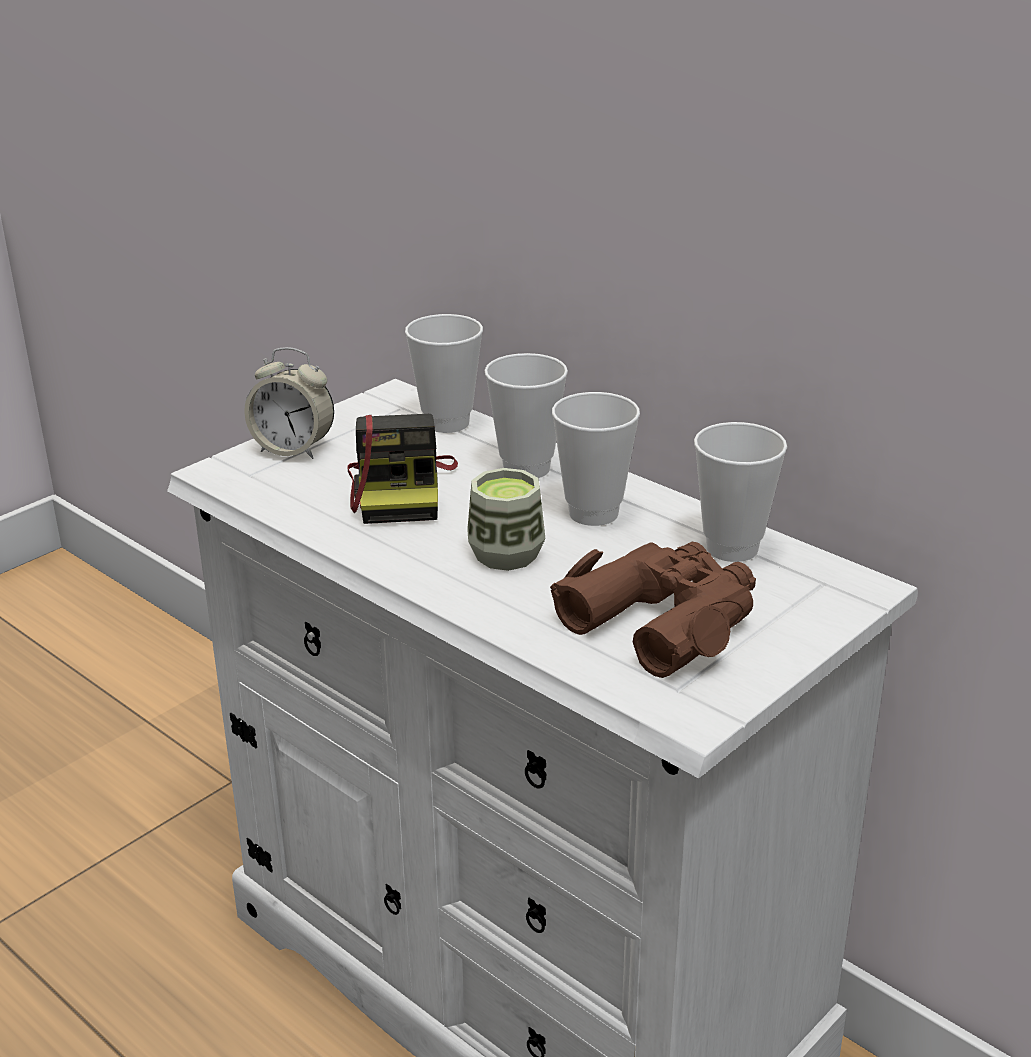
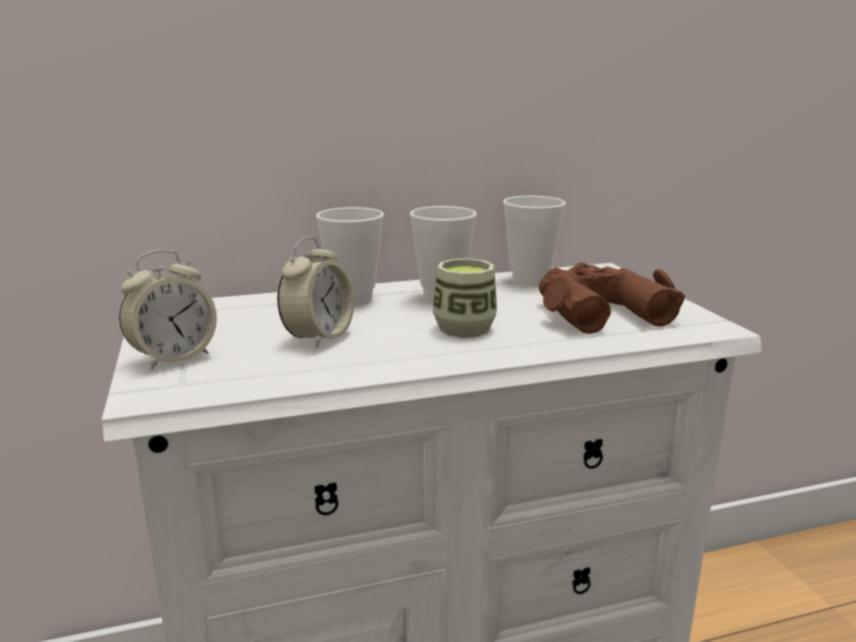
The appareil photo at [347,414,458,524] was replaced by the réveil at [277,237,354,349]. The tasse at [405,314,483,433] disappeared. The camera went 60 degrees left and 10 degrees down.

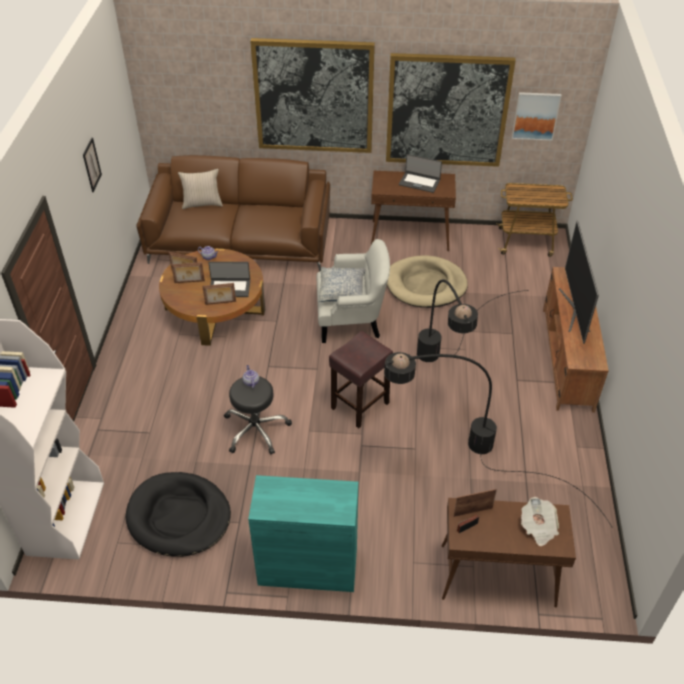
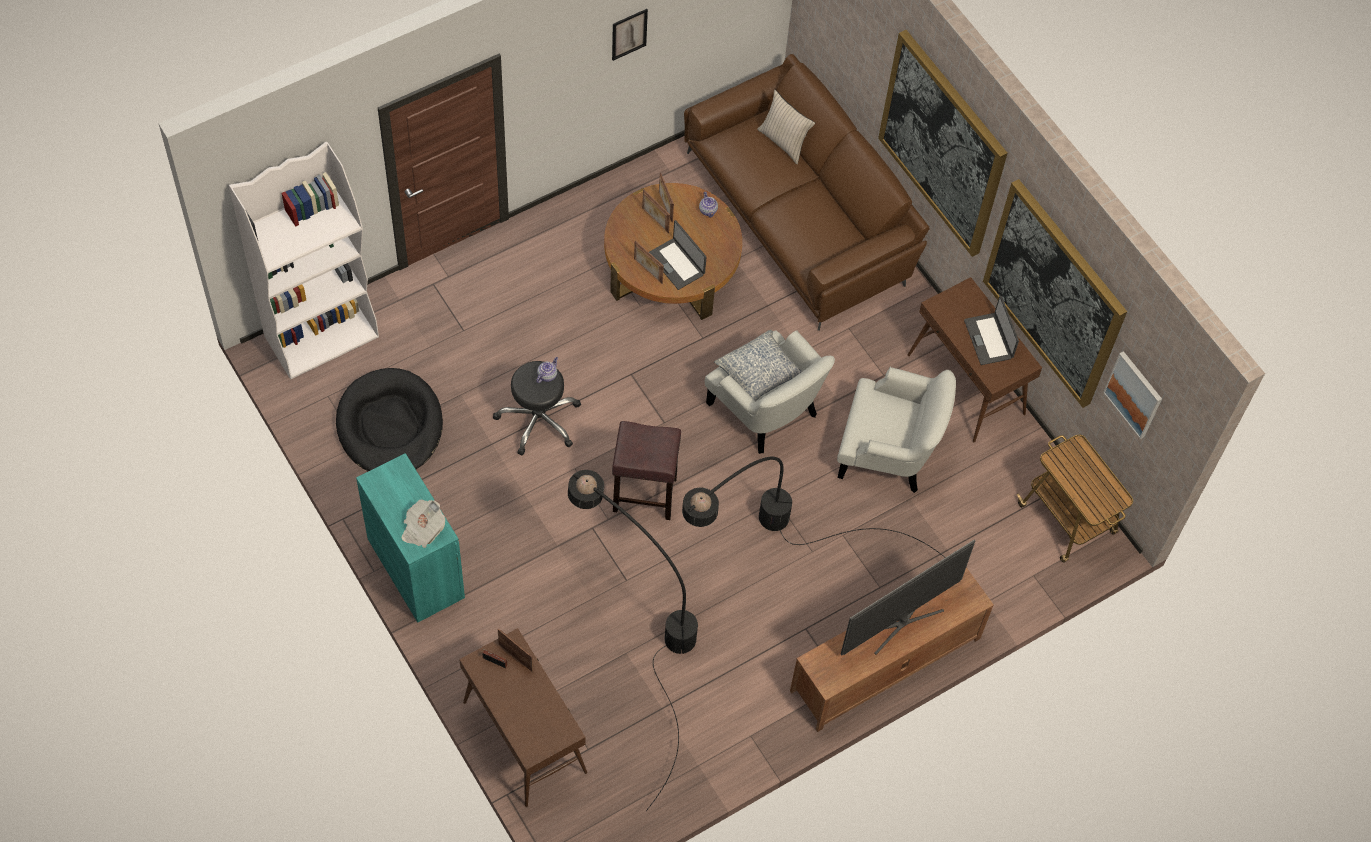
The panier pour chien/beige at [387,255,468,308] was replaced by the fauteuil/blanc at [837,366,956,493]. The journal moved from [521,497,559,546] to [402,499,445,548]. The camera went 50 degrees right and 15 degrees up.

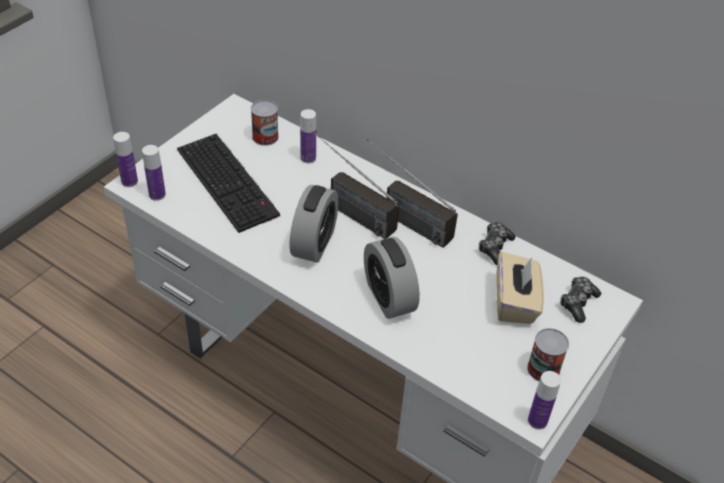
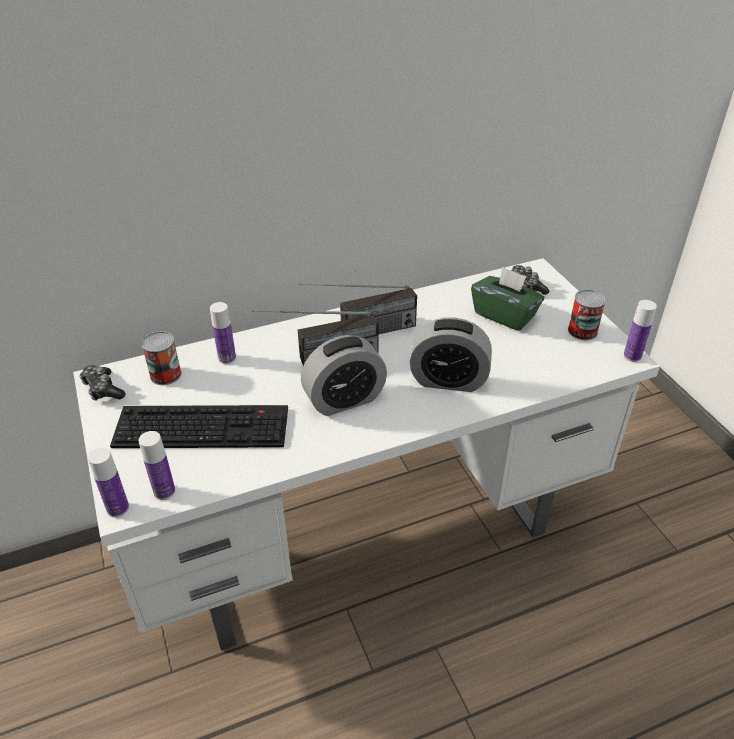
The réveil at [289,185,339,263] turned 105 degrees clockwise. The manette moved from [479,222,515,265] to [79,365,126,401]. The boîte à mouchoirs/beige at [496,252,544,324] became the boîte à mouchoirs/vert at [471,266,544,331]. The camera went 55 degrees left and 5 degrees down.

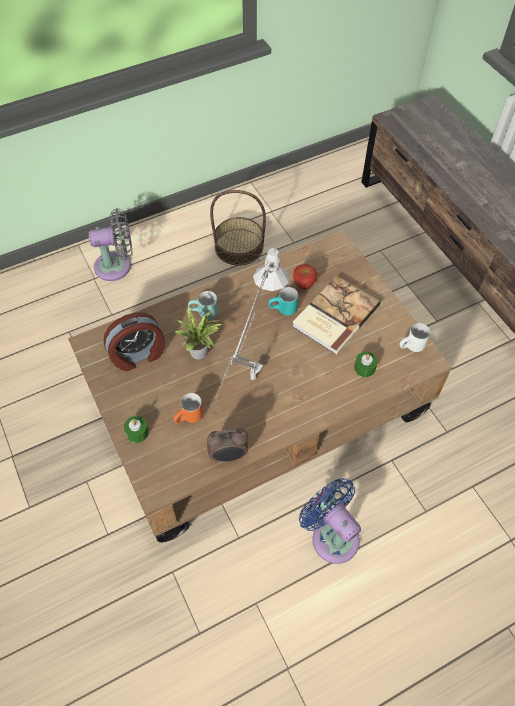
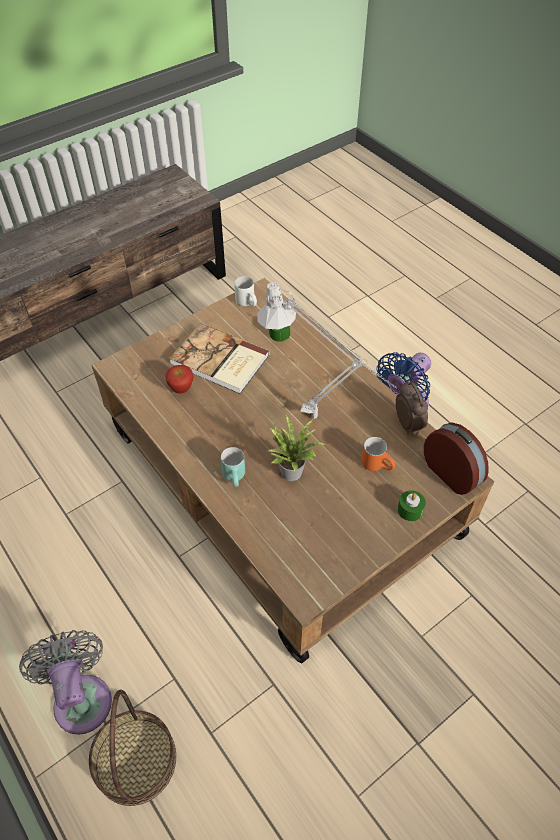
The réveil moved from [104,312,165,371] to [424,422,489,495]. The panier moved from [210,190,266,266] to [89,690,176,806]. The mug/turquoise at [268,287,298,316] disappeared. The camera went 100 degrees left and 5 degrees down.

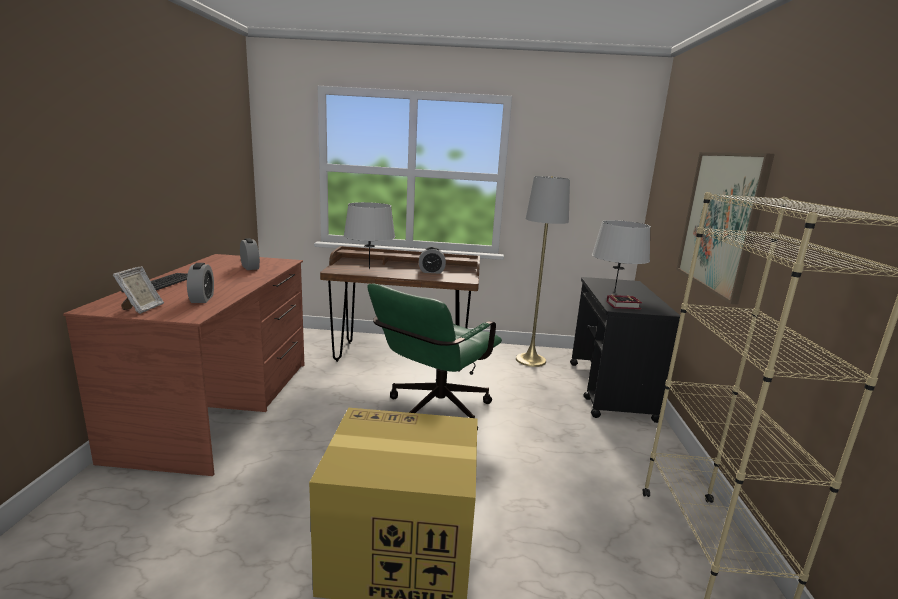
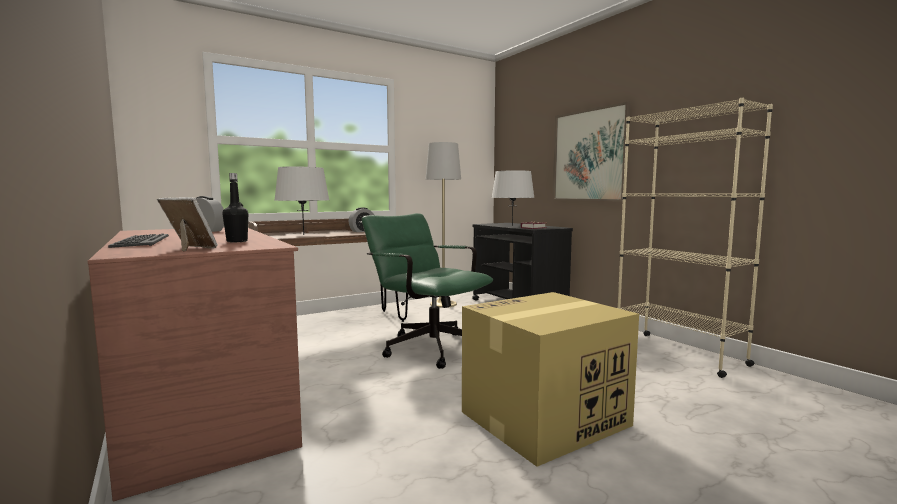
The cadre photo at [113,267,164,314] turned 45 degrees counterclockwise. The réveil at [187,263,214,303] was replaced by the bouteille/noir at [222,173,248,242]. The chaise de bureau/vert at [367,284,502,430] turned 135 degrees clockwise. The camera went 35 degrees left and 10 degrees down.

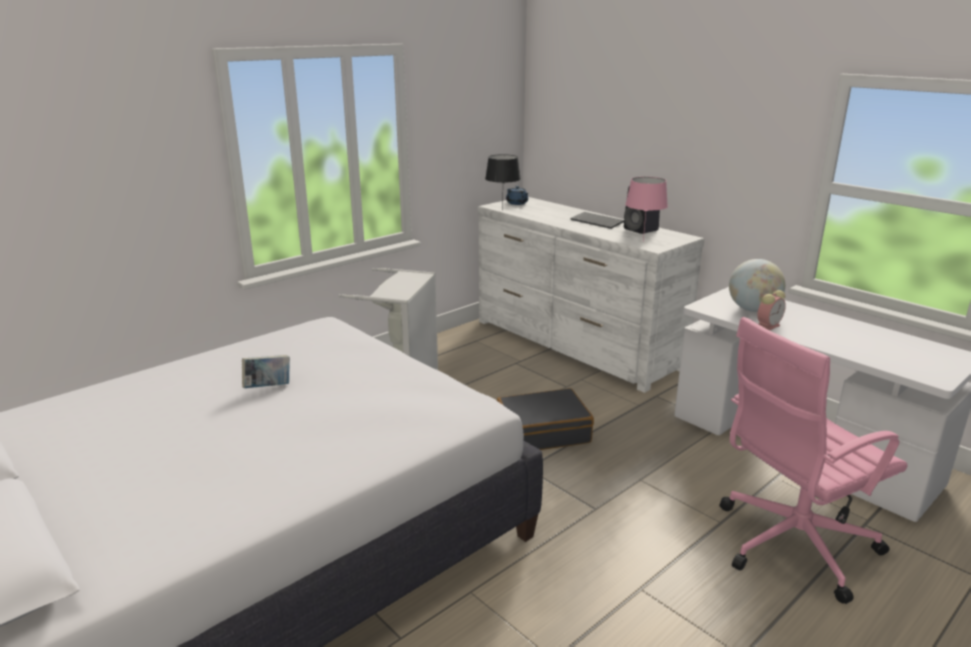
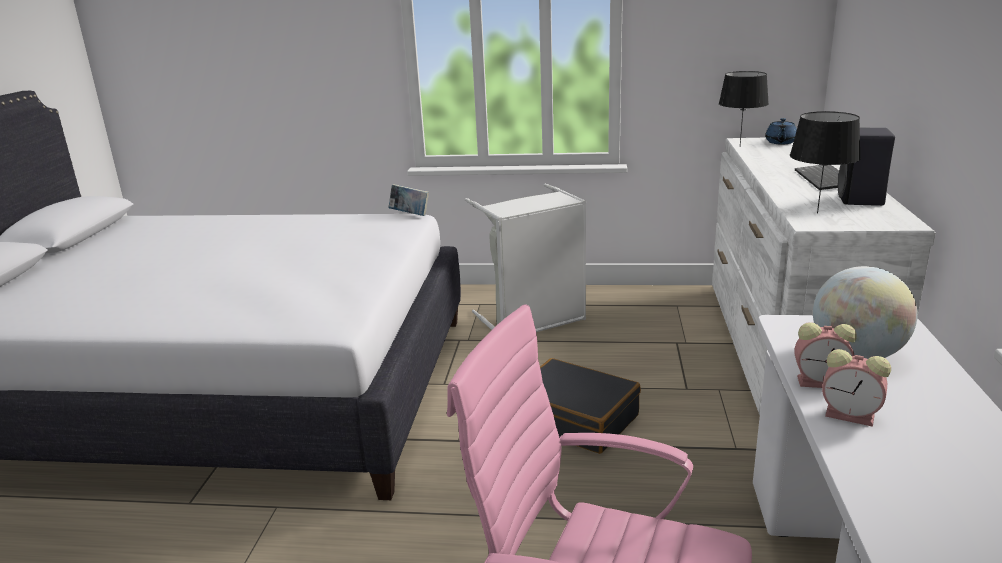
The livre moved from [242,355,290,388] to [388,184,429,216]. The lampe de table/rose at [625,177,668,242] became the lampe de table/noir at [790,111,861,214]. The réveil at [822,349,891,427] appeared. The camera went 50 degrees right and 0 degrees up.

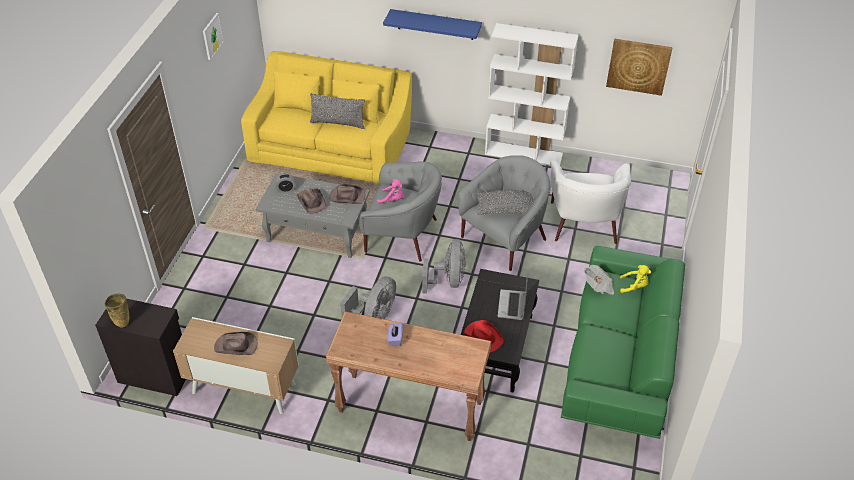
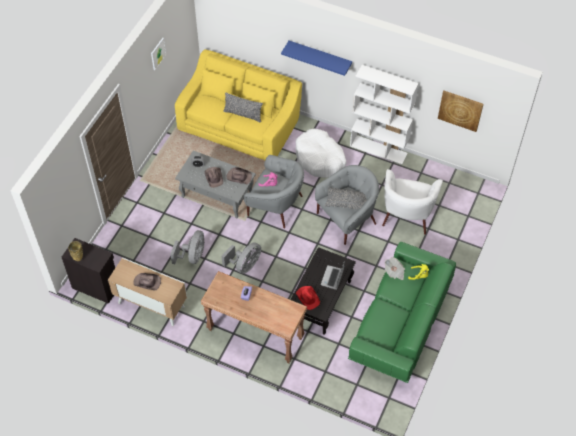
The ventilateur/gris moved from [422,239,466,294] to [170,230,205,264]. The panier pour chien/blanc at [296,129,346,178] appeared. The camera went 10 degrees right and 10 degrees up.

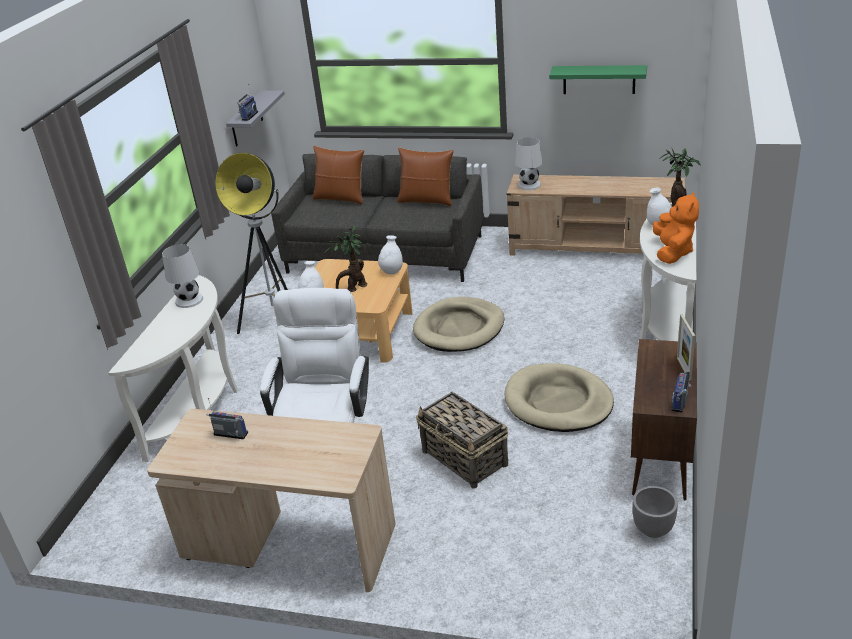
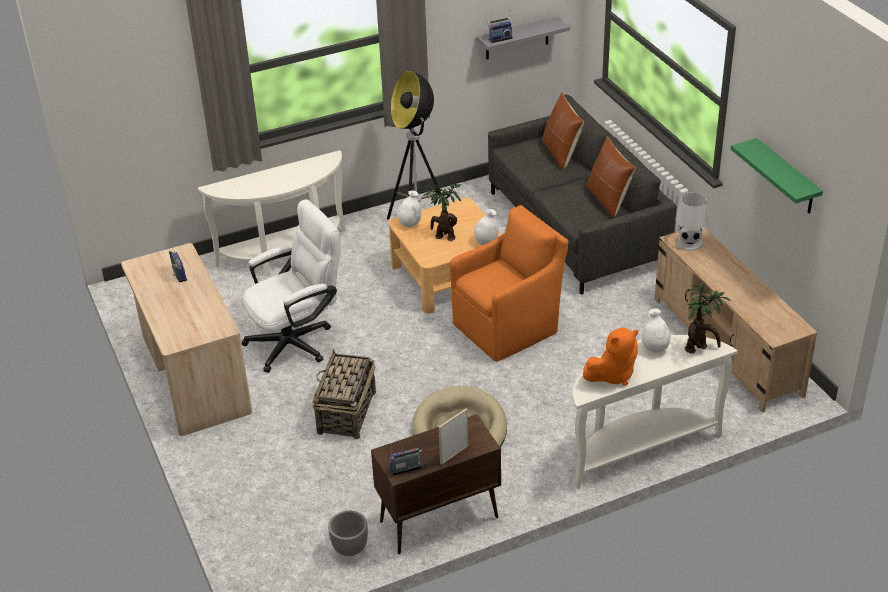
The lampe de table/blanc at [162,244,203,308] disappeared. The panier pour chien/beige at [413,297,504,352] was replaced by the fauteuil/orange at [450,205,569,362]. The camera went 50 degrees right and 5 degrees up.

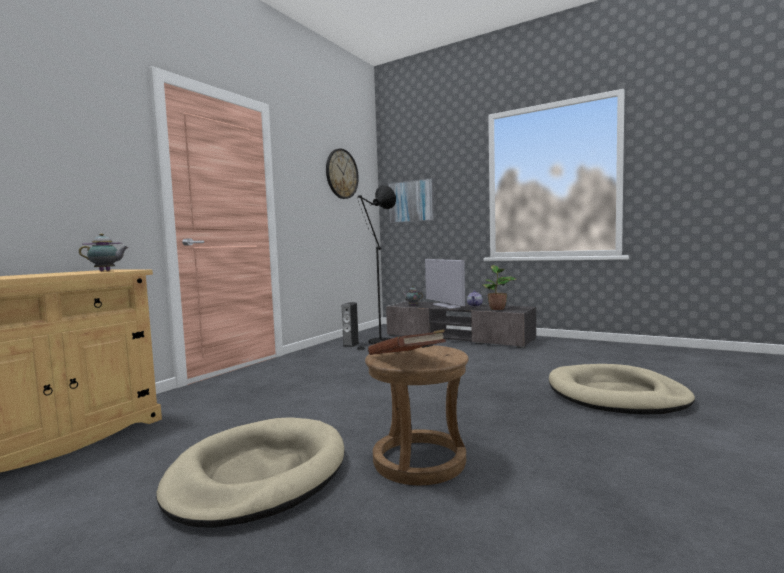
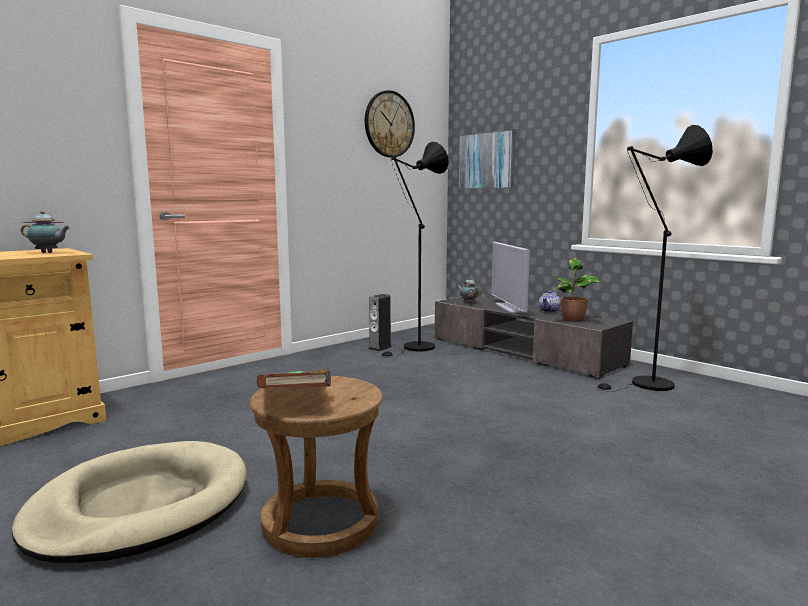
The panier pour chien/beige at [549,364,695,415] disappeared. The lampadaire/noir at [596,125,713,392] appeared. The camera went 15 degrees right and 5 degrees up.

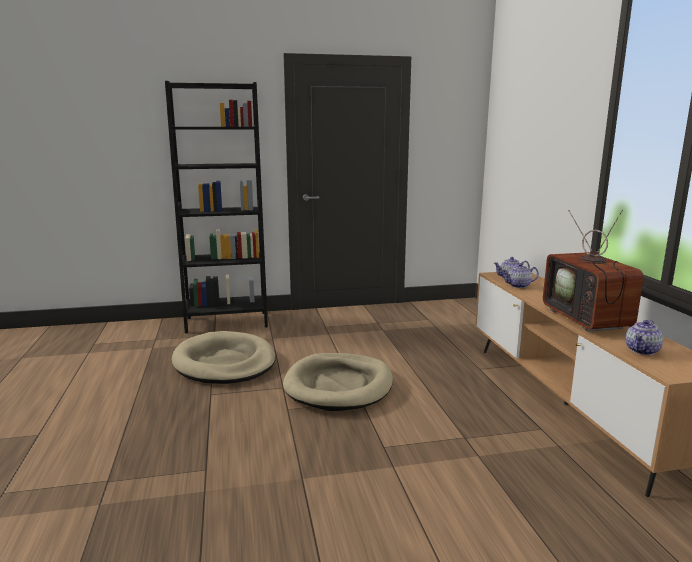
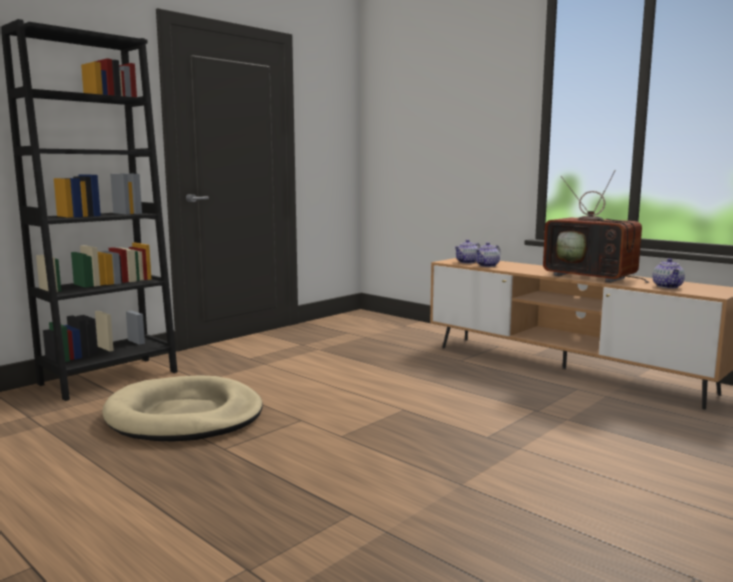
The panier pour chien/beige at [283,353,393,411] disappeared. The camera went 35 degrees left and 5 degrees down.

